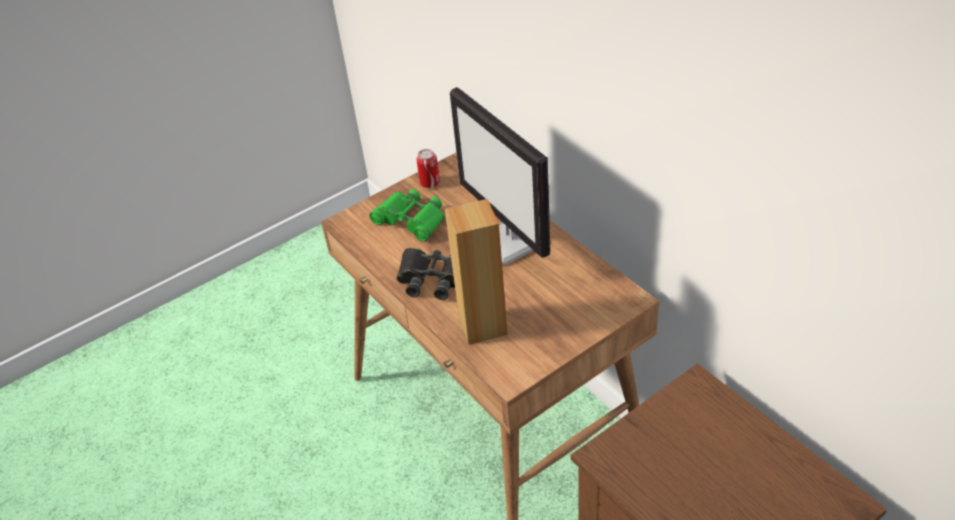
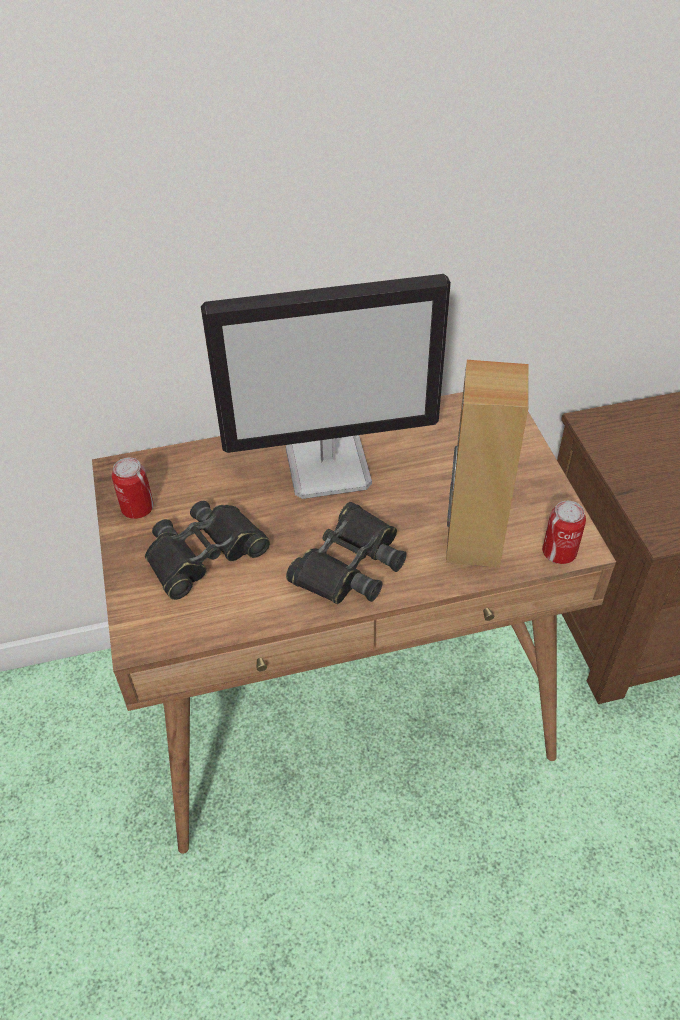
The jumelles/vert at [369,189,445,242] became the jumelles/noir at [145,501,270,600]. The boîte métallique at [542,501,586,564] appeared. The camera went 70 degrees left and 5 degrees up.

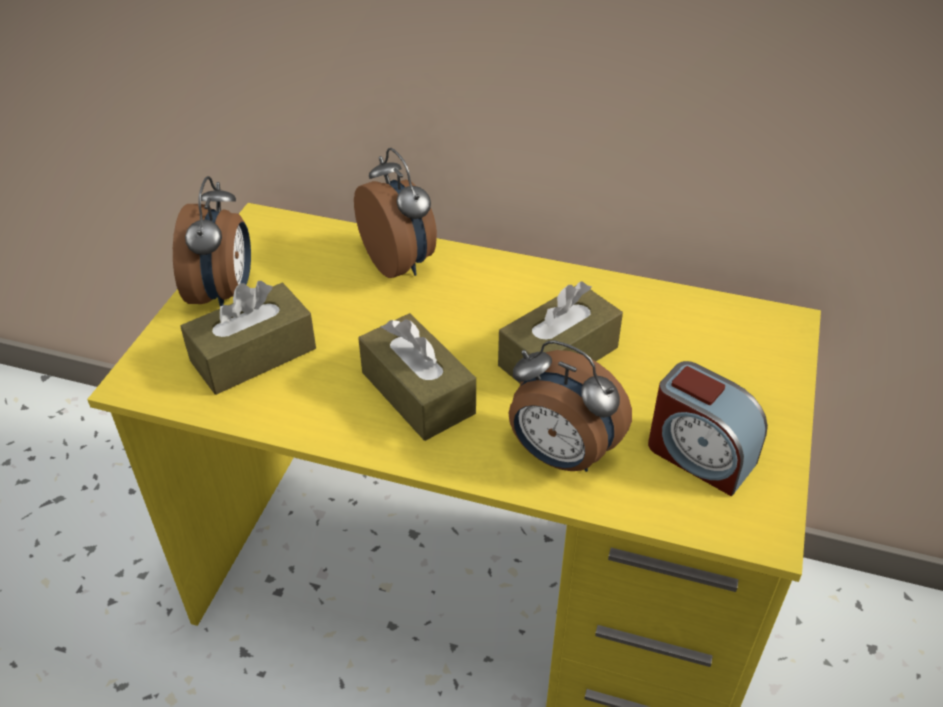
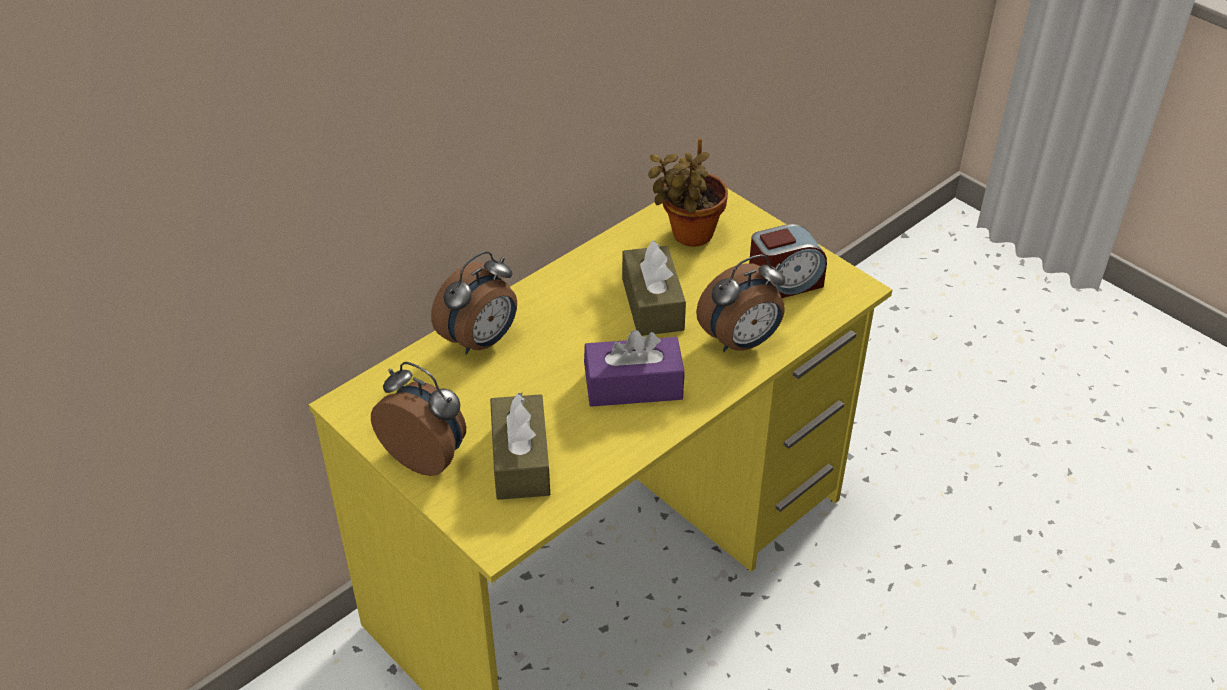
The réveil at [354,148,437,278] turned 135 degrees clockwise. The boîte à mouchoirs/marron at [358,313,476,441] became the boîte à mouchoirs/violet at [584,330,685,407]. The plante en pot at [648,138,728,247] appeared. The camera went 60 degrees left and 0 degrees up.

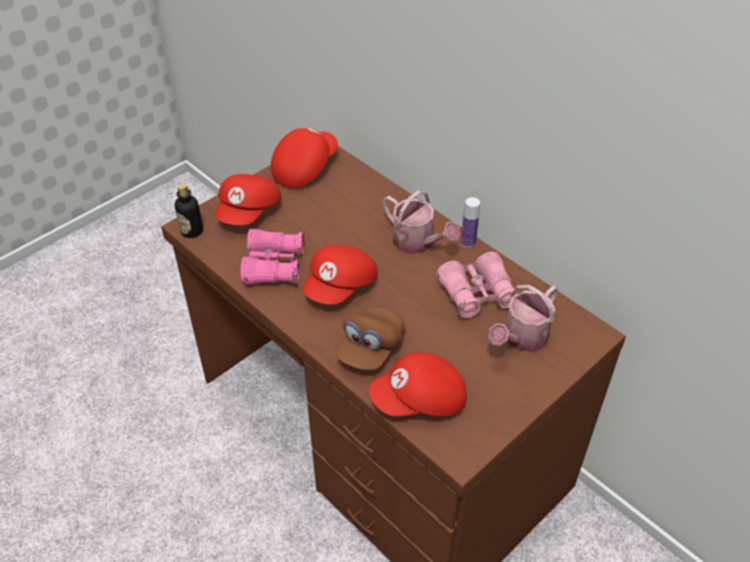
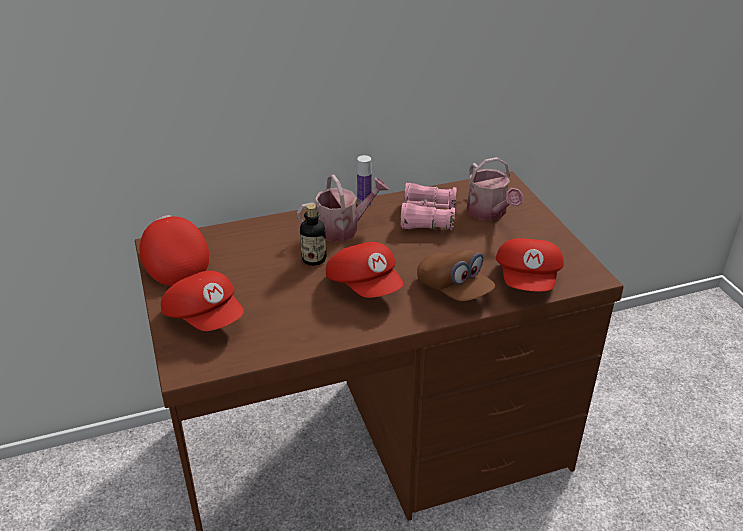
The bouteille moved from [175,183,203,238] to [300,204,326,266]. The jumelles/rose at [241,229,304,285] disappeared. The camera went 65 degrees left and 10 degrees down.

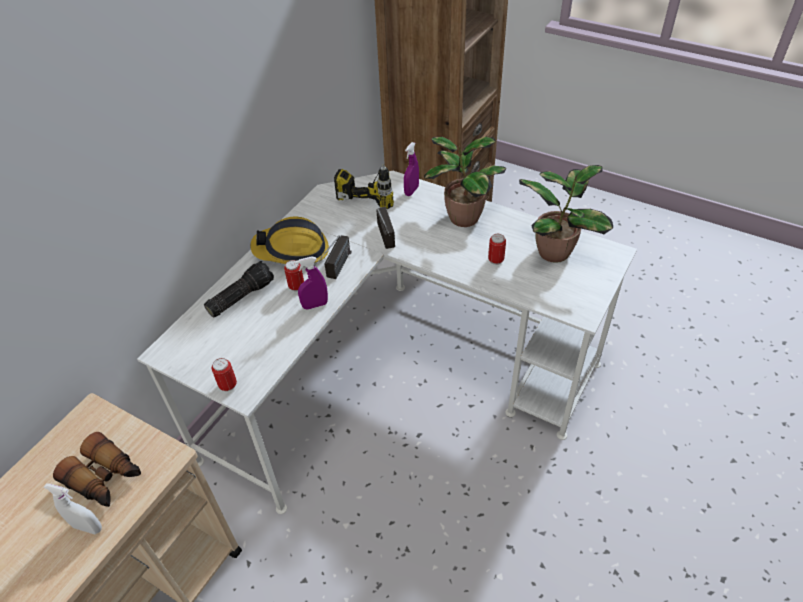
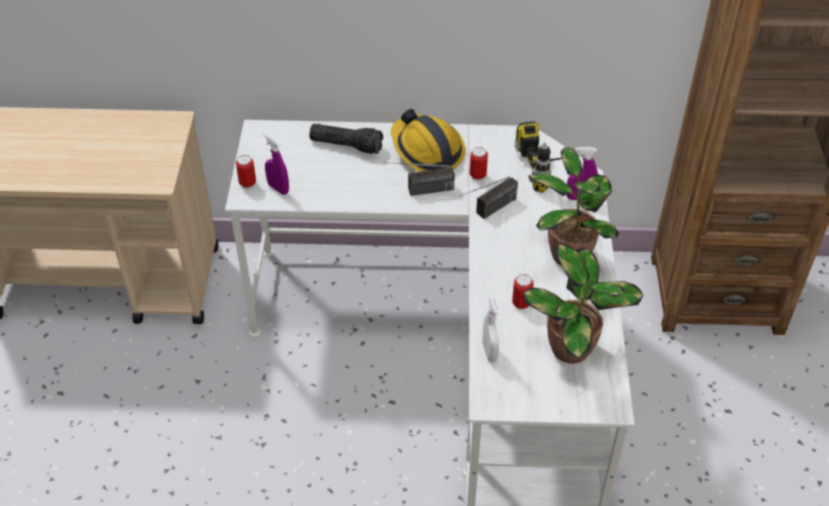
The vaporisateur/blanc moved from [44,483,102,534] to [483,297,499,363]. The jumelles at [53,432,141,507] disappeared. The boîte métallique moved from [284,260,304,291] to [469,147,488,180]. The vaporisateur/violet moved from [295,256,328,309] to [264,133,289,195]. The camera went 60 degrees right and 0 degrees up.

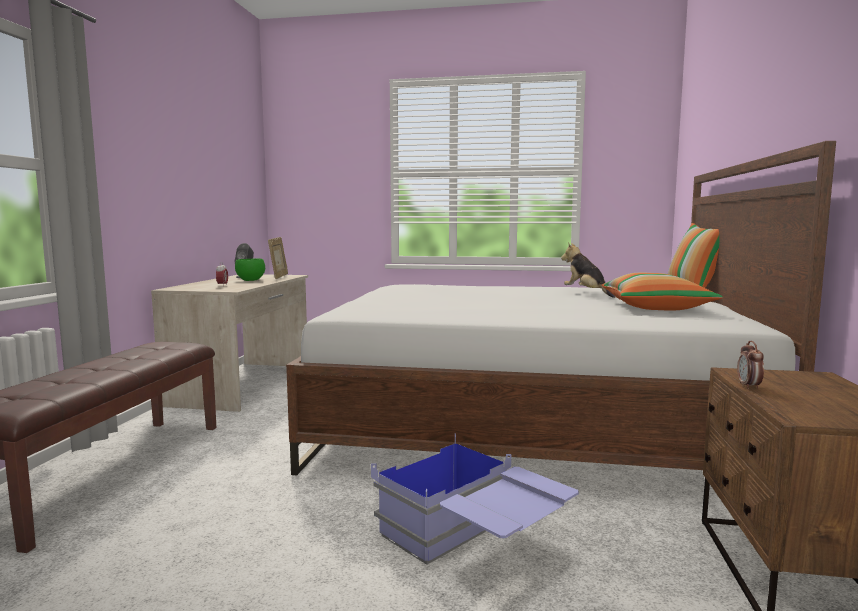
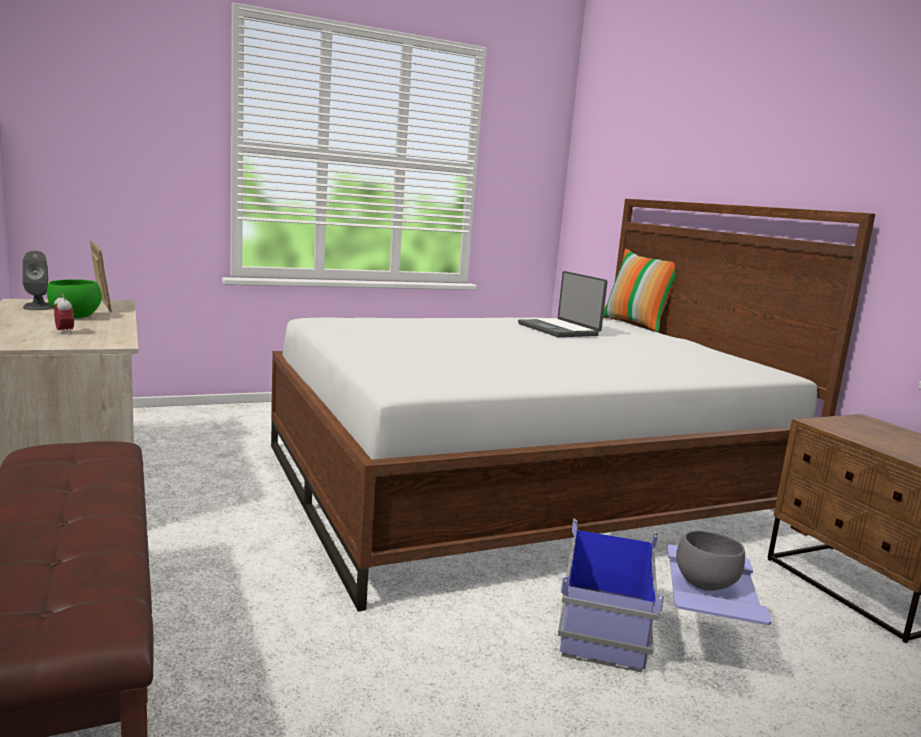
The peluche at [561,243,615,298] was replaced by the ordinateur portable at [518,271,608,337]. The coussin at [601,273,723,311] disappeared. The réveil at [737,341,764,389] disappeared. The bol/gris at [676,530,745,591] appeared. The camera went 35 degrees left and 5 degrees up.

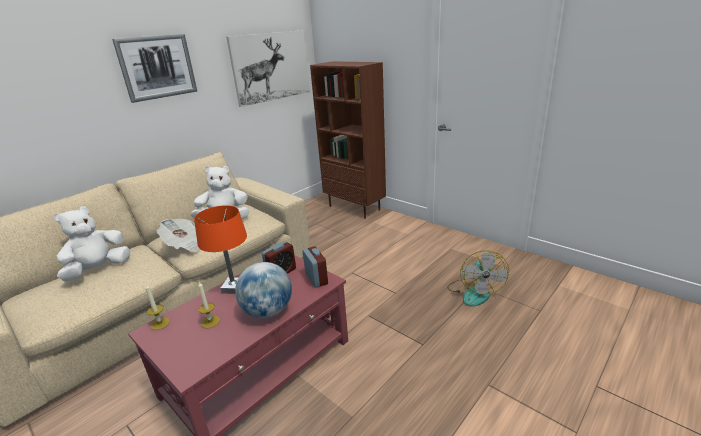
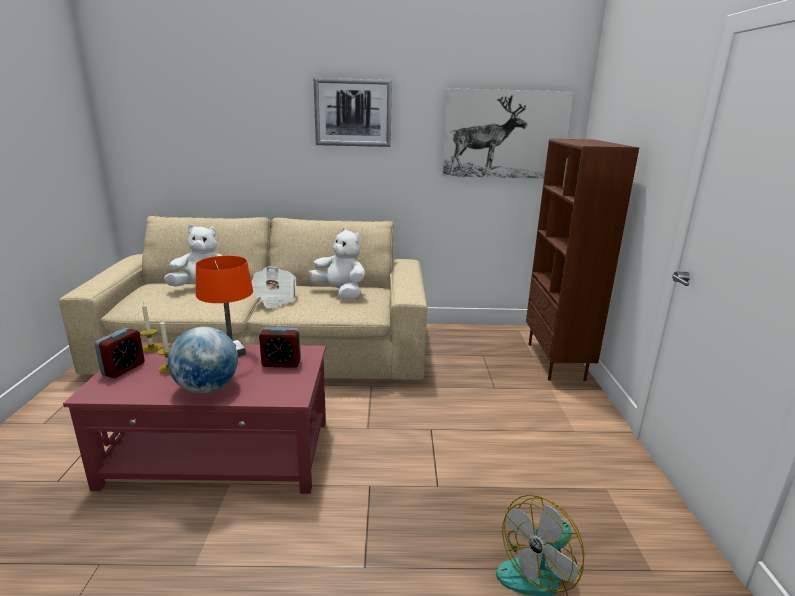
The réveil moved from [303,246,328,288] to [94,328,145,378]. The camera went 45 degrees right and 5 degrees down.

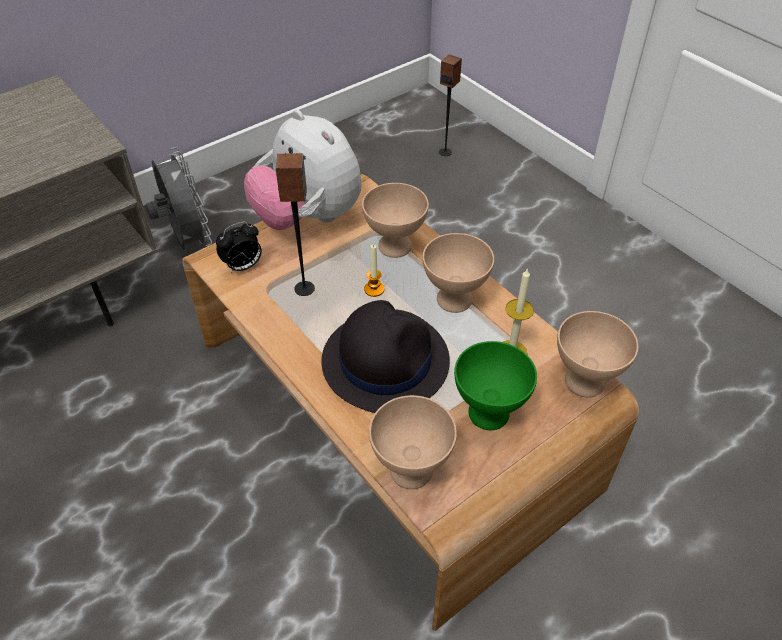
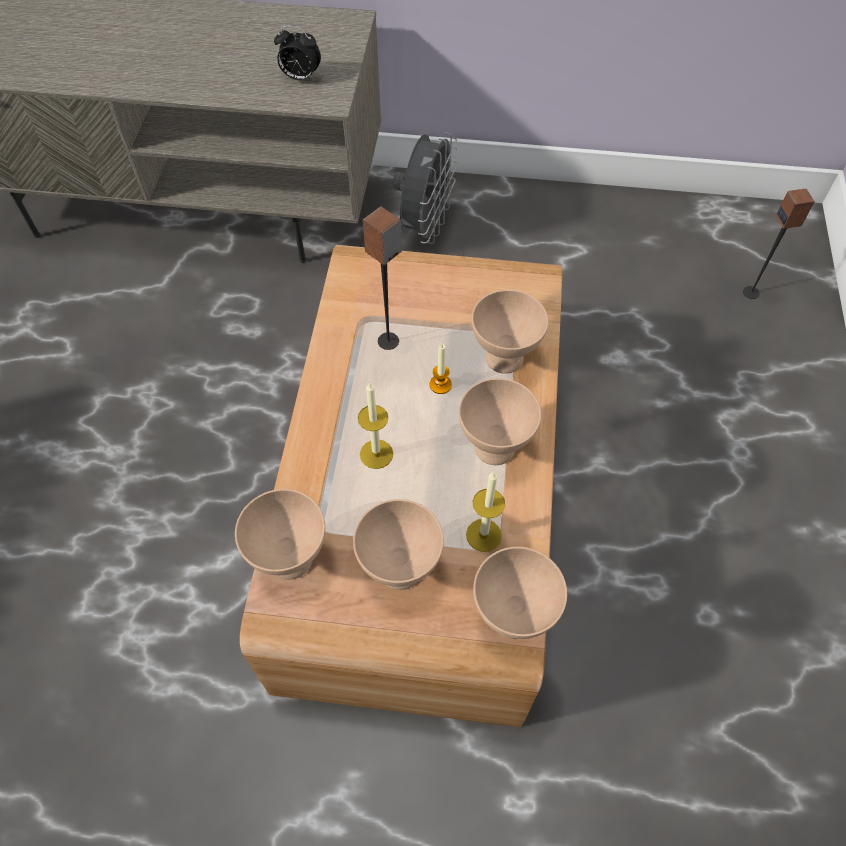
The réveil moved from [216,222,262,273] to [274,26,321,81]. The peluche at [244,110,361,230] disappeared. The chapeau/noir at [321,300,450,413] was replaced by the bougie at [358,382,393,469]. The bol/vert at [454,341,537,430] became the bol/beige at [353,499,444,590]. The camera went 45 degrees right and 10 degrees up.

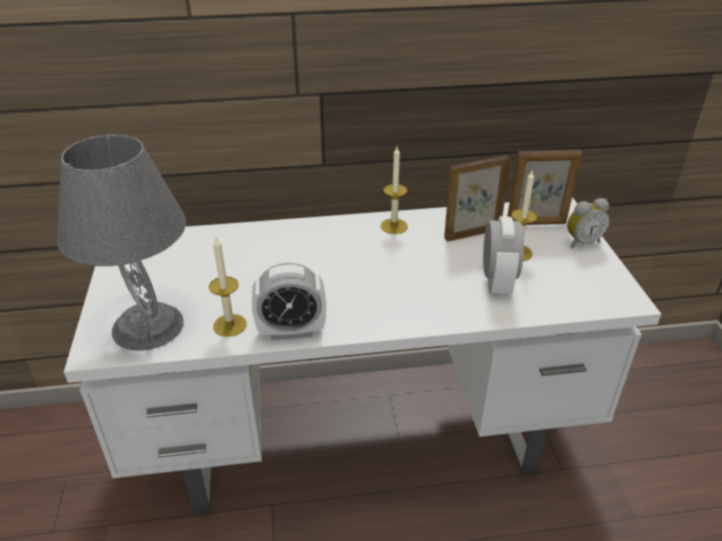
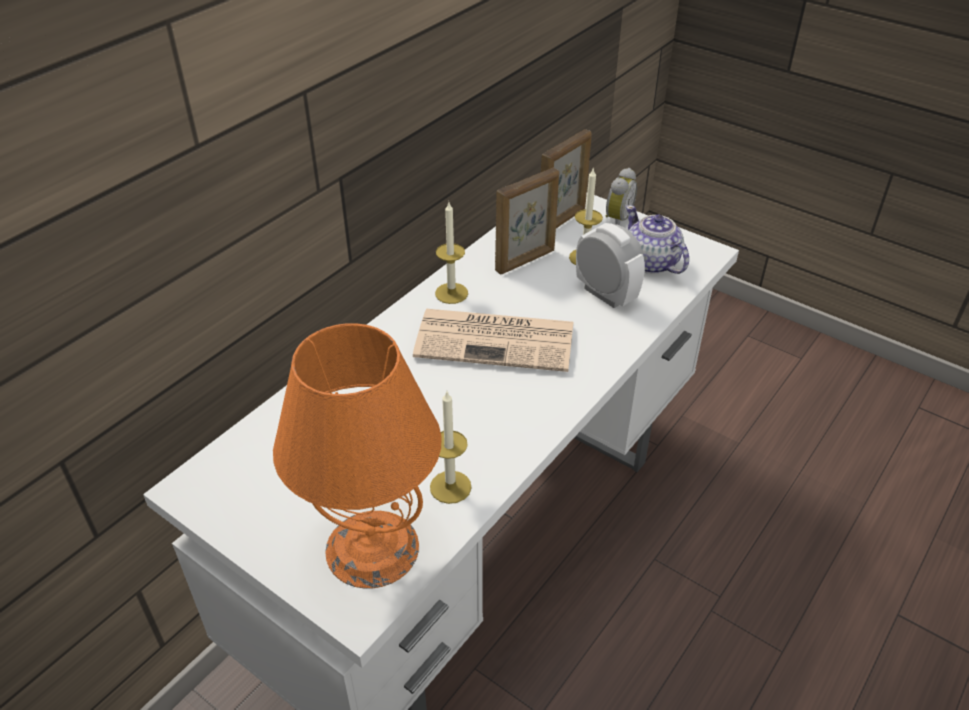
The lampe de table/gris at [57,134,186,351] became the lampe de table/orange at [273,323,442,588]. The réveil at [252,263,326,340] disappeared. The cadre photo at [444,156,511,242] turned 150 degrees counterclockwise. The journal at [413,309,573,372] appeared. The théière at [625,205,689,274] appeared. The camera went 45 degrees left and 5 degrees up.

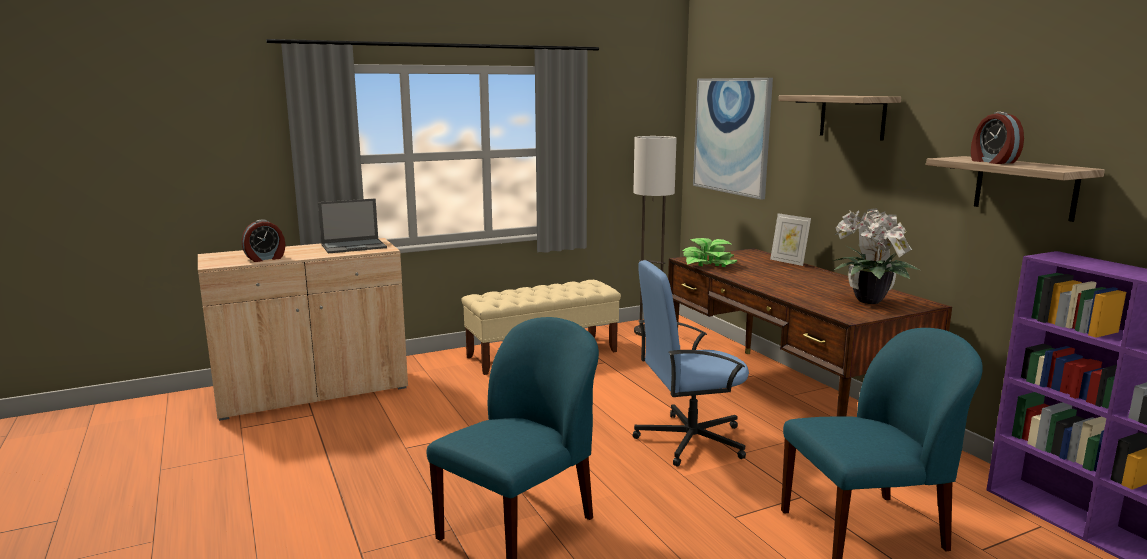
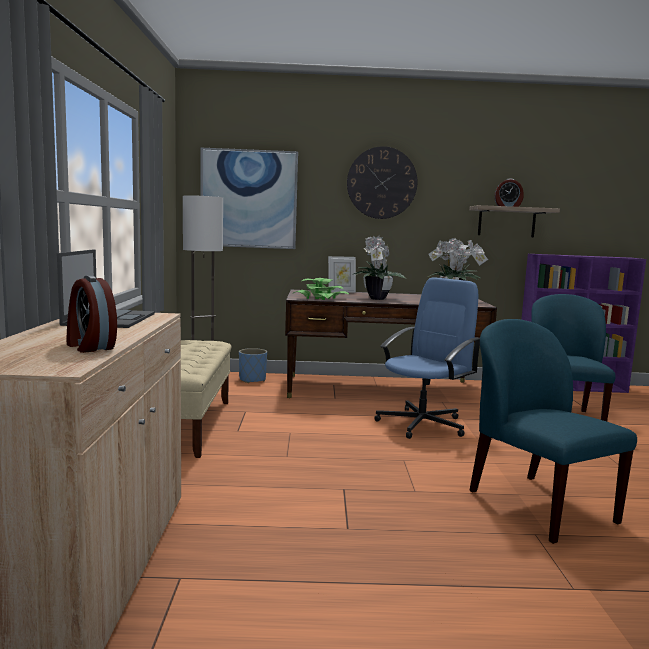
The réveil at [242,220,285,262] turned 150 degrees clockwise. The chaise de bureau/bleu at [632,260,749,467] turned 150 degrees counterclockwise. The étagère at [778,95,901,141] was replaced by the horloge murale at [347,146,418,219]. The cache-pot/bleu at [239,348,267,383] appeared. The plante en pot at [352,235,407,300] appeared. The camera went 65 degrees left and 5 degrees down.

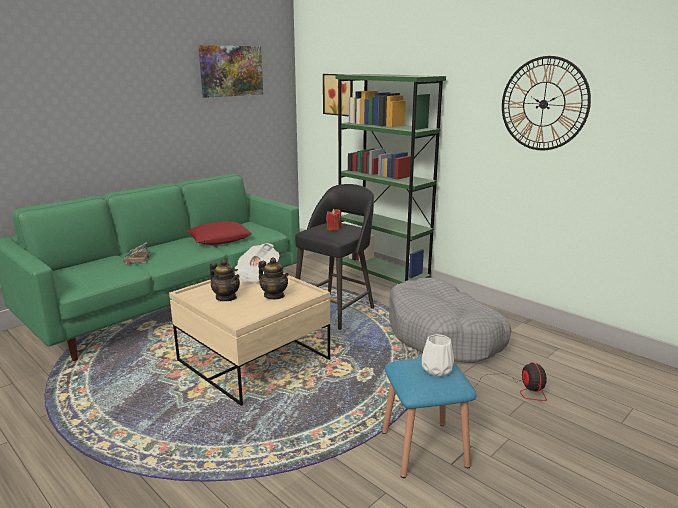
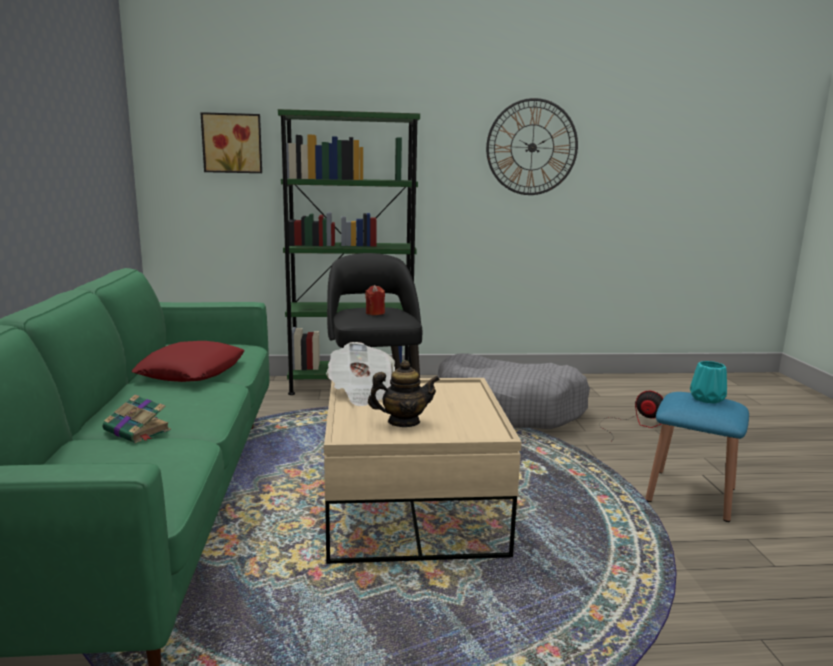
The tableau at [198,45,263,98] disappeared. The théière at [258,258,289,299] disappeared. The vase/blanc at [422,334,454,376] became the vase/turquoise at [690,361,727,403]. The camera went 50 degrees left and 5 degrees down.

